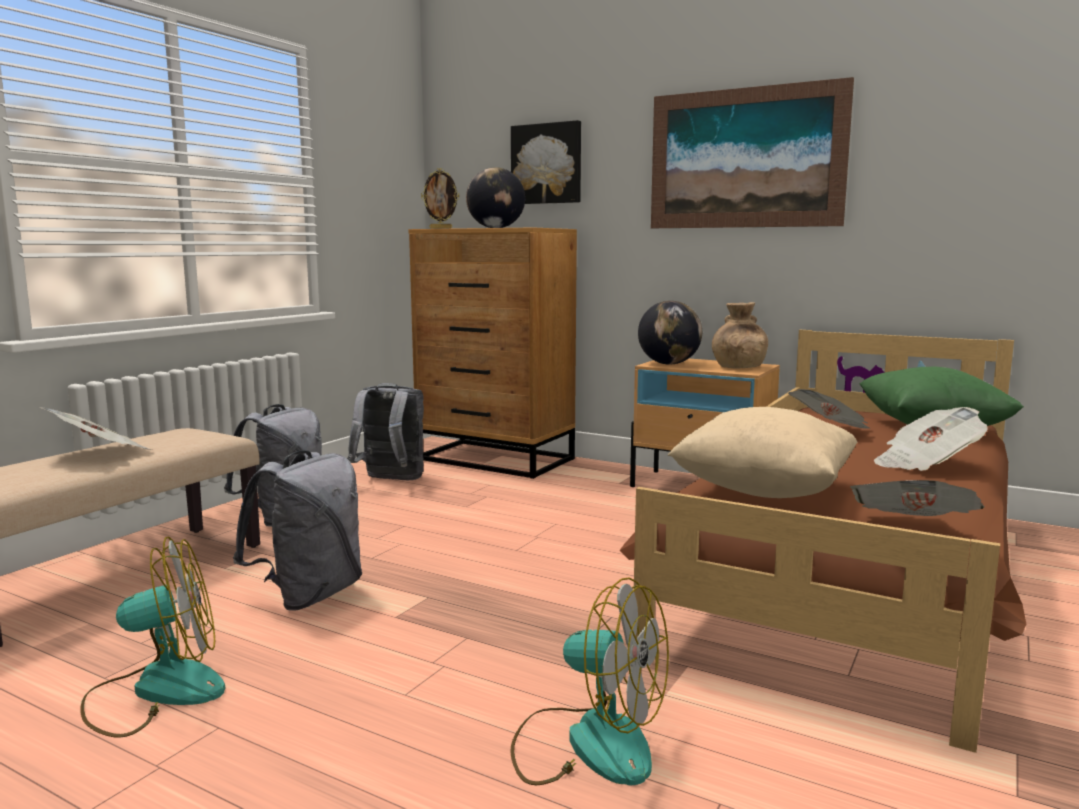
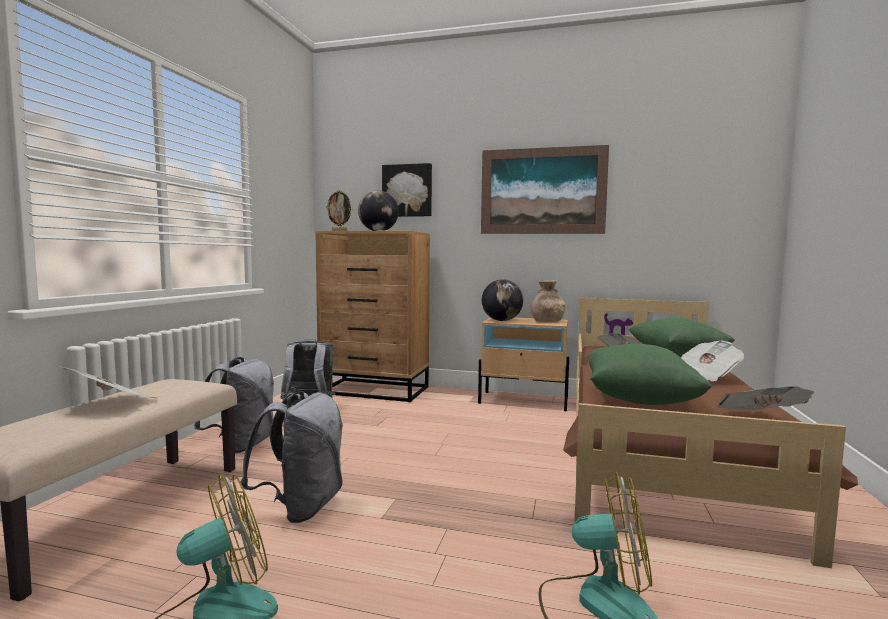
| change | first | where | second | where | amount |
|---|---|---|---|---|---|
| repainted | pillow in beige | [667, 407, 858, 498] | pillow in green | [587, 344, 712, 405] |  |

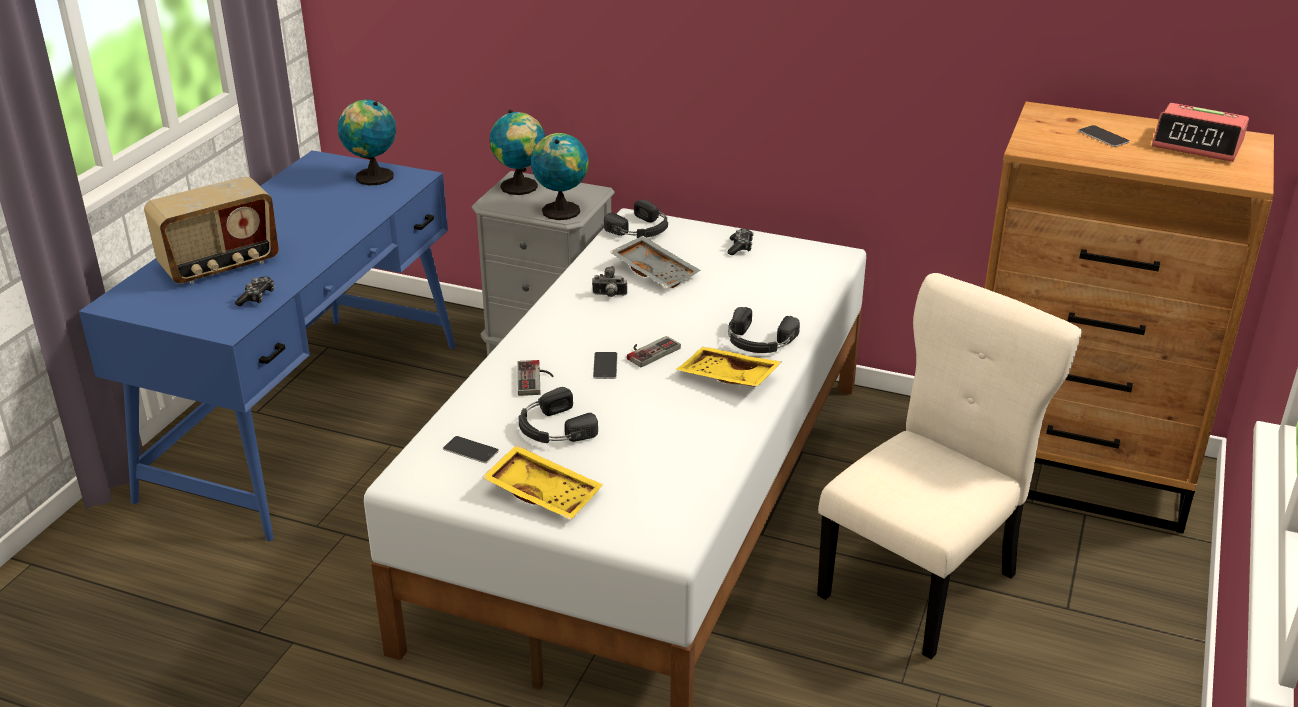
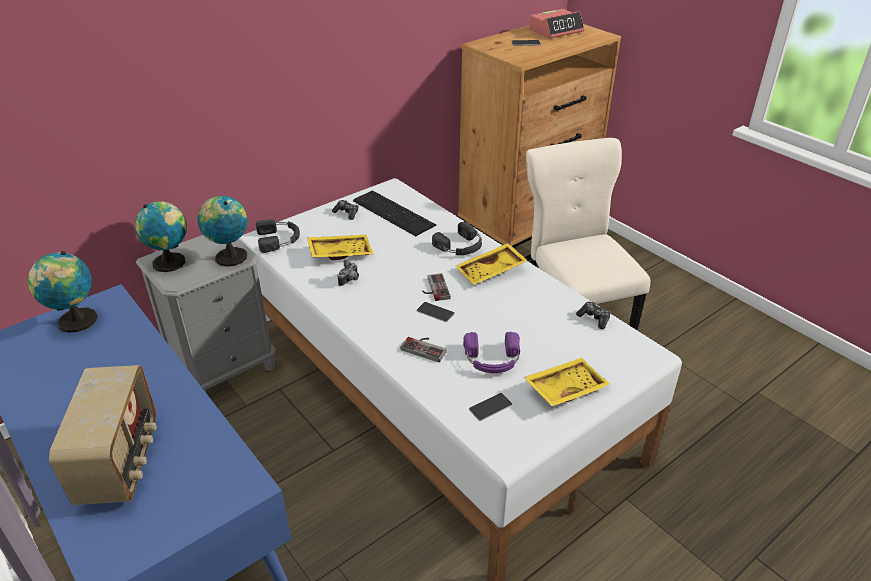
| change | first | where | second | where | amount |
|---|---|---|---|---|---|
| repainted | tray in grey | [610, 236, 701, 288] | tray in yellow | [307, 234, 373, 260] |  |
| shifted | game controller | [235, 276, 275, 306] |  | [576, 302, 611, 329] |  |
| repainted | headphones in black | [519, 387, 598, 443] | headphones in purple | [463, 332, 520, 373] |  |
| new |  |  | keyboard | [353, 191, 436, 236] |  |

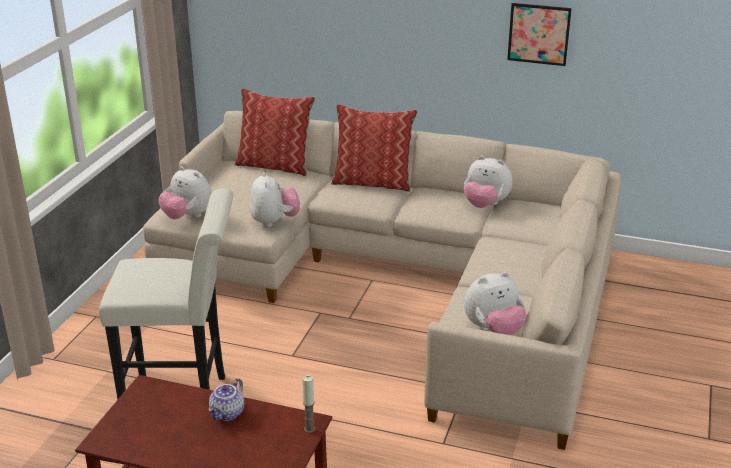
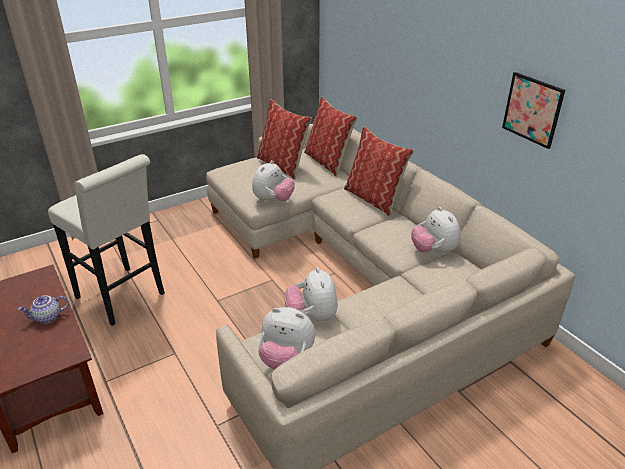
| change | first | where | second | where | amount |
|---|---|---|---|---|---|
| shifted | plush toy | [159, 166, 212, 219] |  | [285, 267, 338, 322] |  |
| gone | candle | [303, 375, 315, 433] |  |  |  |
| new |  |  | pillow | [257, 99, 312, 180] |  |

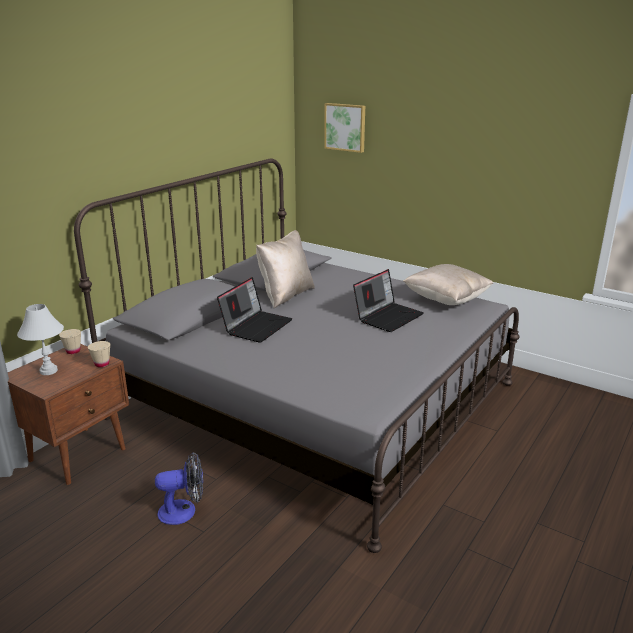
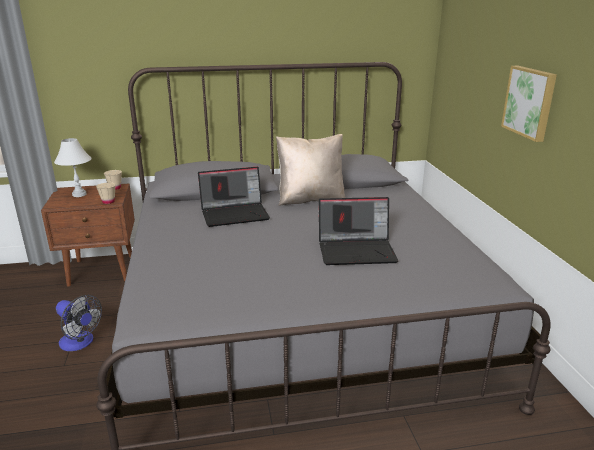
| change | first | where | second | where | amount |
|---|---|---|---|---|---|
| shifted | picture | [324, 103, 365, 153] |  | [501, 66, 557, 142] |  |
| gone | pillow in beige | [403, 264, 494, 305] |  |  |  |

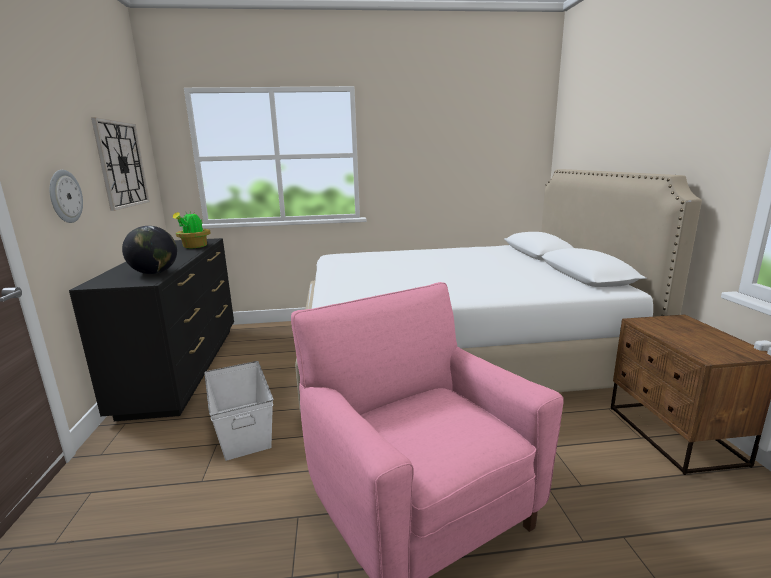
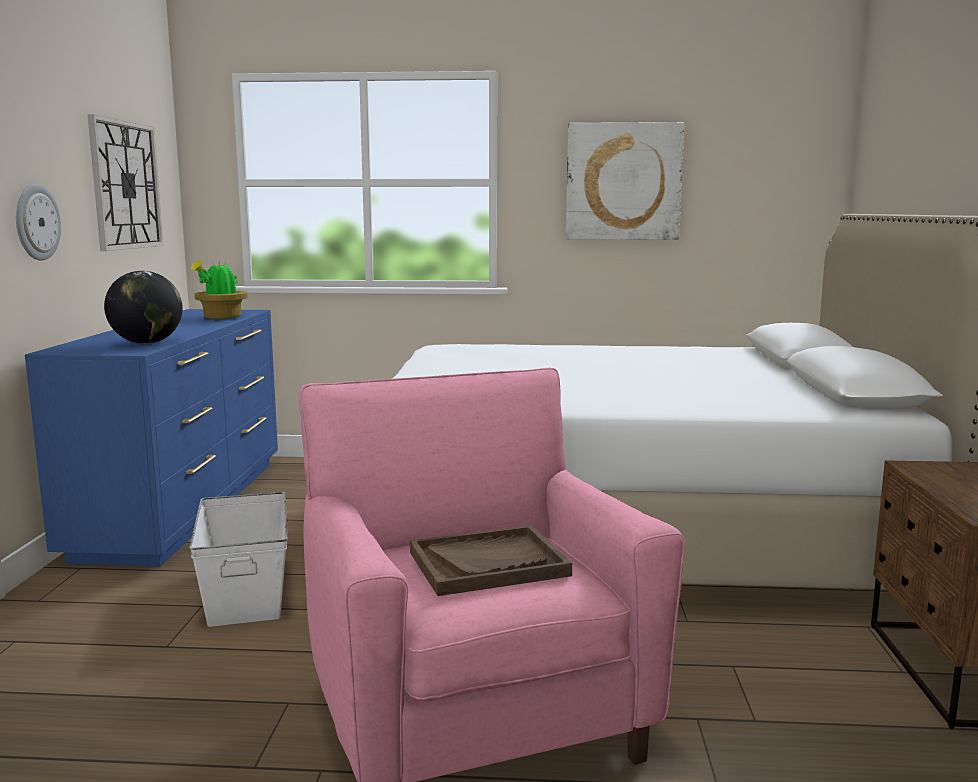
| change | first | where | second | where | amount |
|---|---|---|---|---|---|
| repainted | dresser in black | [69, 238, 234, 421] | dresser in blue | [25, 309, 278, 567] |  |
| new |  |  | picture | [566, 122, 684, 240] |  |
| new |  |  | tray in brown | [410, 525, 572, 596] |  |

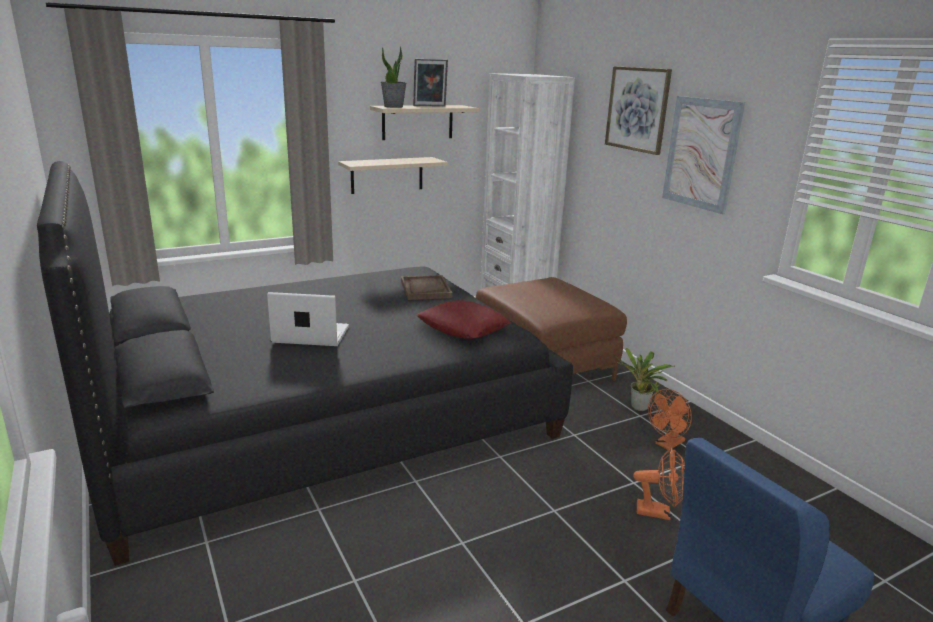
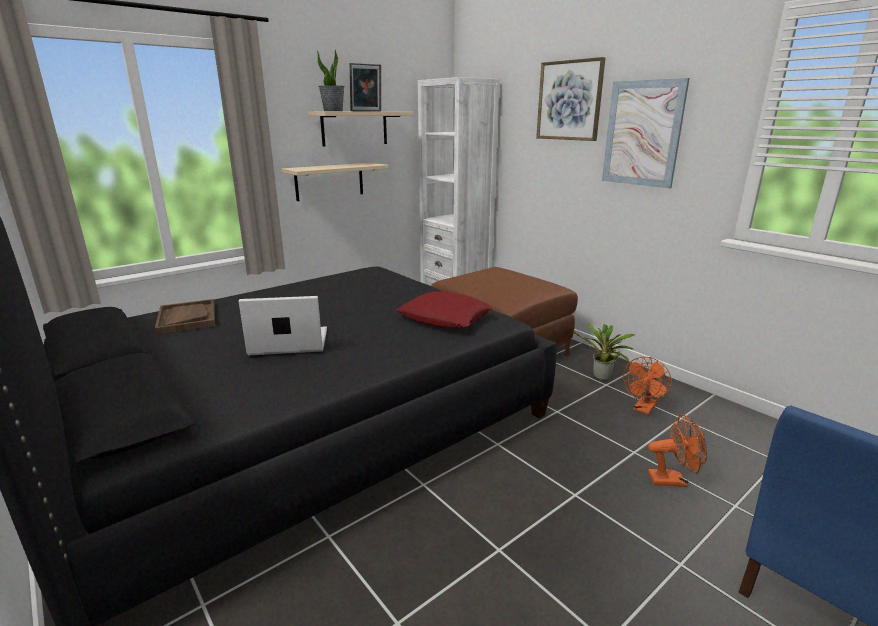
| change | first | where | second | where | amount |
|---|---|---|---|---|---|
| shifted | tray in brown | [401, 275, 452, 300] |  | [155, 299, 215, 335] |  |

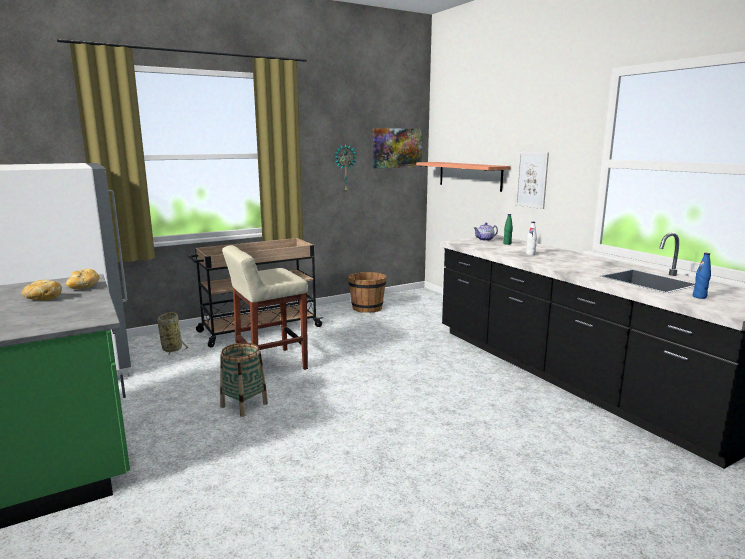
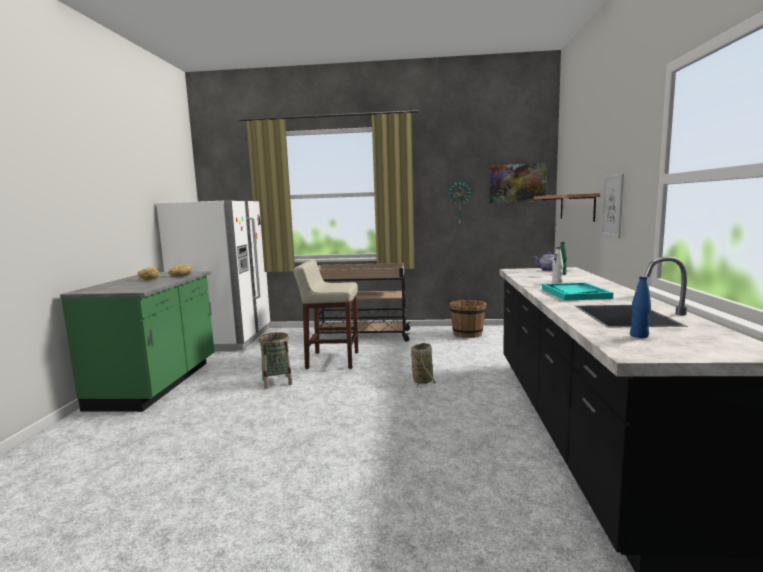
| change | first | where | second | where | amount |
|---|---|---|---|---|---|
| shifted | basket | [157, 312, 189, 356] |  | [411, 343, 437, 388] |  |
| new |  |  | tray in turquoise | [542, 282, 613, 301] |  |

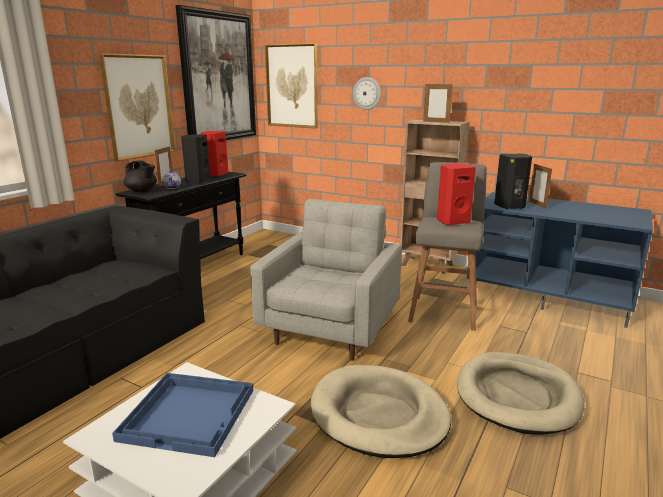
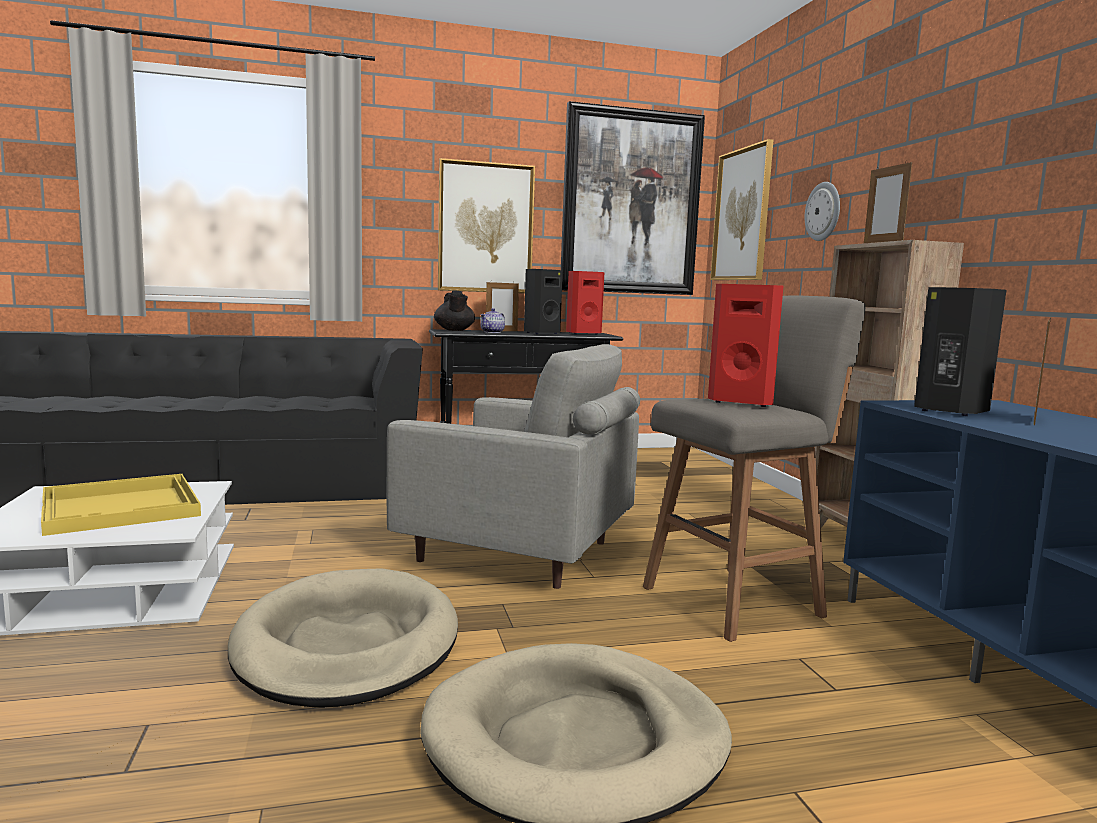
| change | first | where | second | where | amount |
|---|---|---|---|---|---|
| rotated | armchair in grey | [250, 199, 402, 361] |  | [387, 344, 640, 589] | 45 degrees clockwise |
| repainted | tray in blue | [112, 373, 253, 457] | tray in yellow | [41, 474, 201, 536] |  |

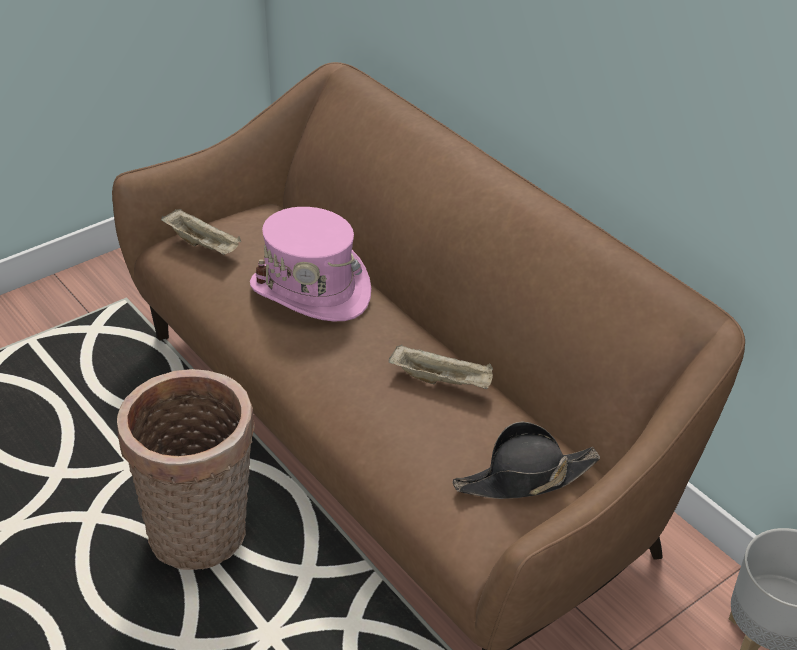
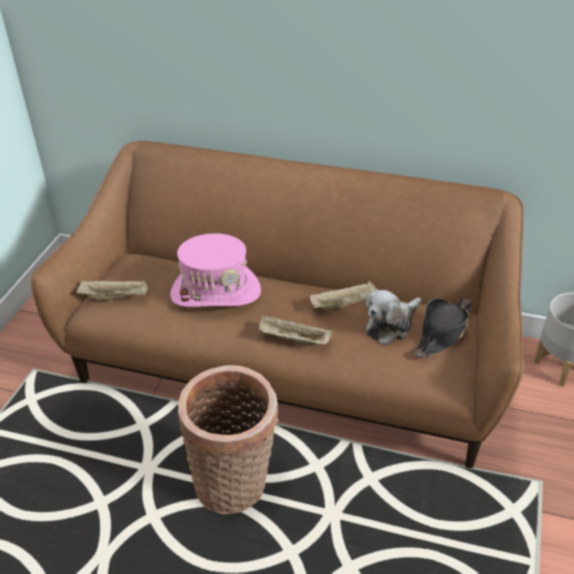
| change | first | where | second | where | amount |
|---|---|---|---|---|---|
| new |  |  | plush toy | [366, 290, 421, 345] |  |
| new |  |  | tray in beige | [258, 315, 332, 345] |  |

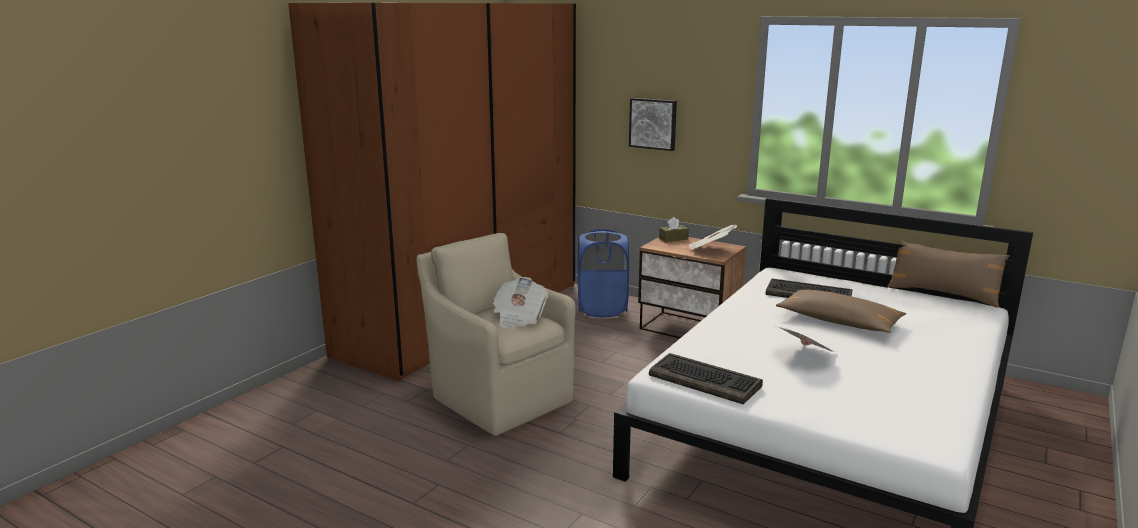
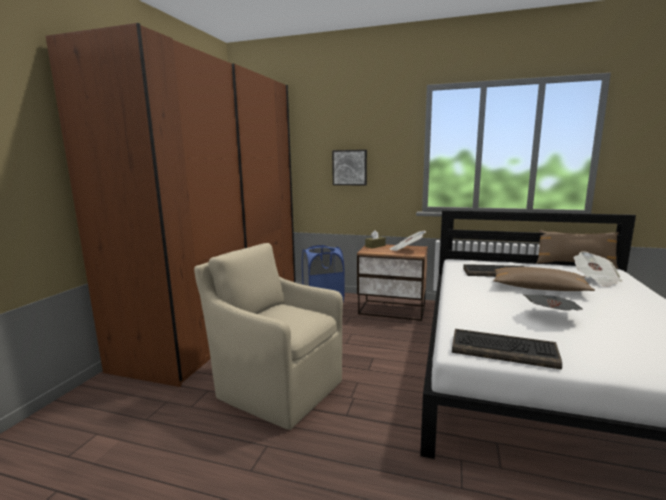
| change | first | where | second | where | amount |
|---|---|---|---|---|---|
| shifted | newspaper | [493, 277, 548, 328] |  | [574, 251, 622, 287] |  |

